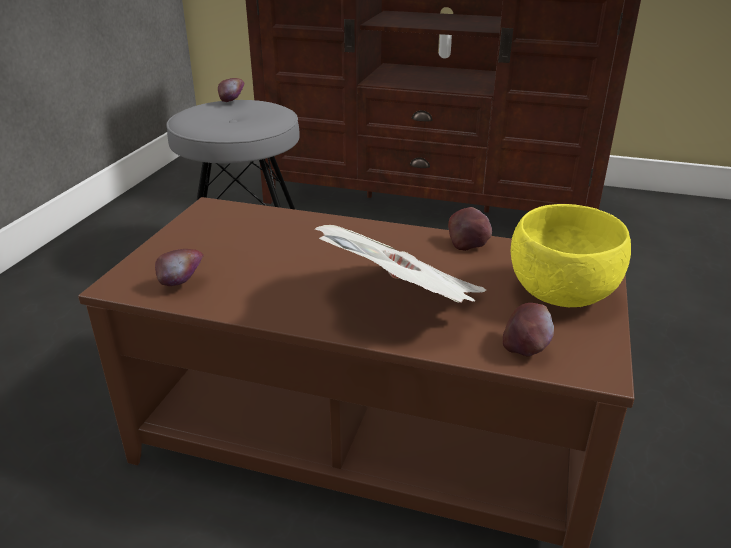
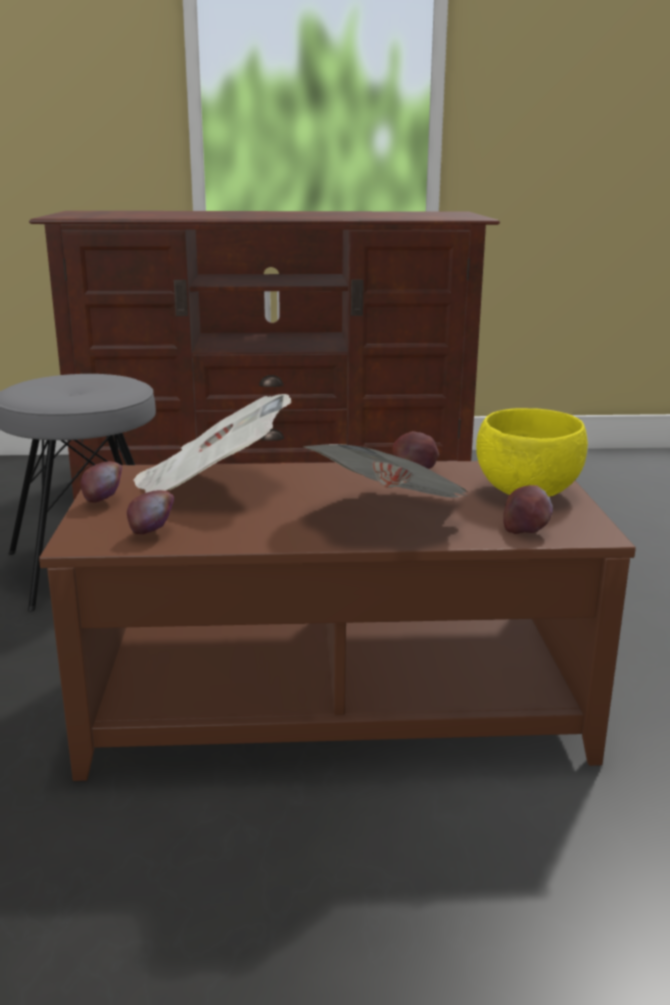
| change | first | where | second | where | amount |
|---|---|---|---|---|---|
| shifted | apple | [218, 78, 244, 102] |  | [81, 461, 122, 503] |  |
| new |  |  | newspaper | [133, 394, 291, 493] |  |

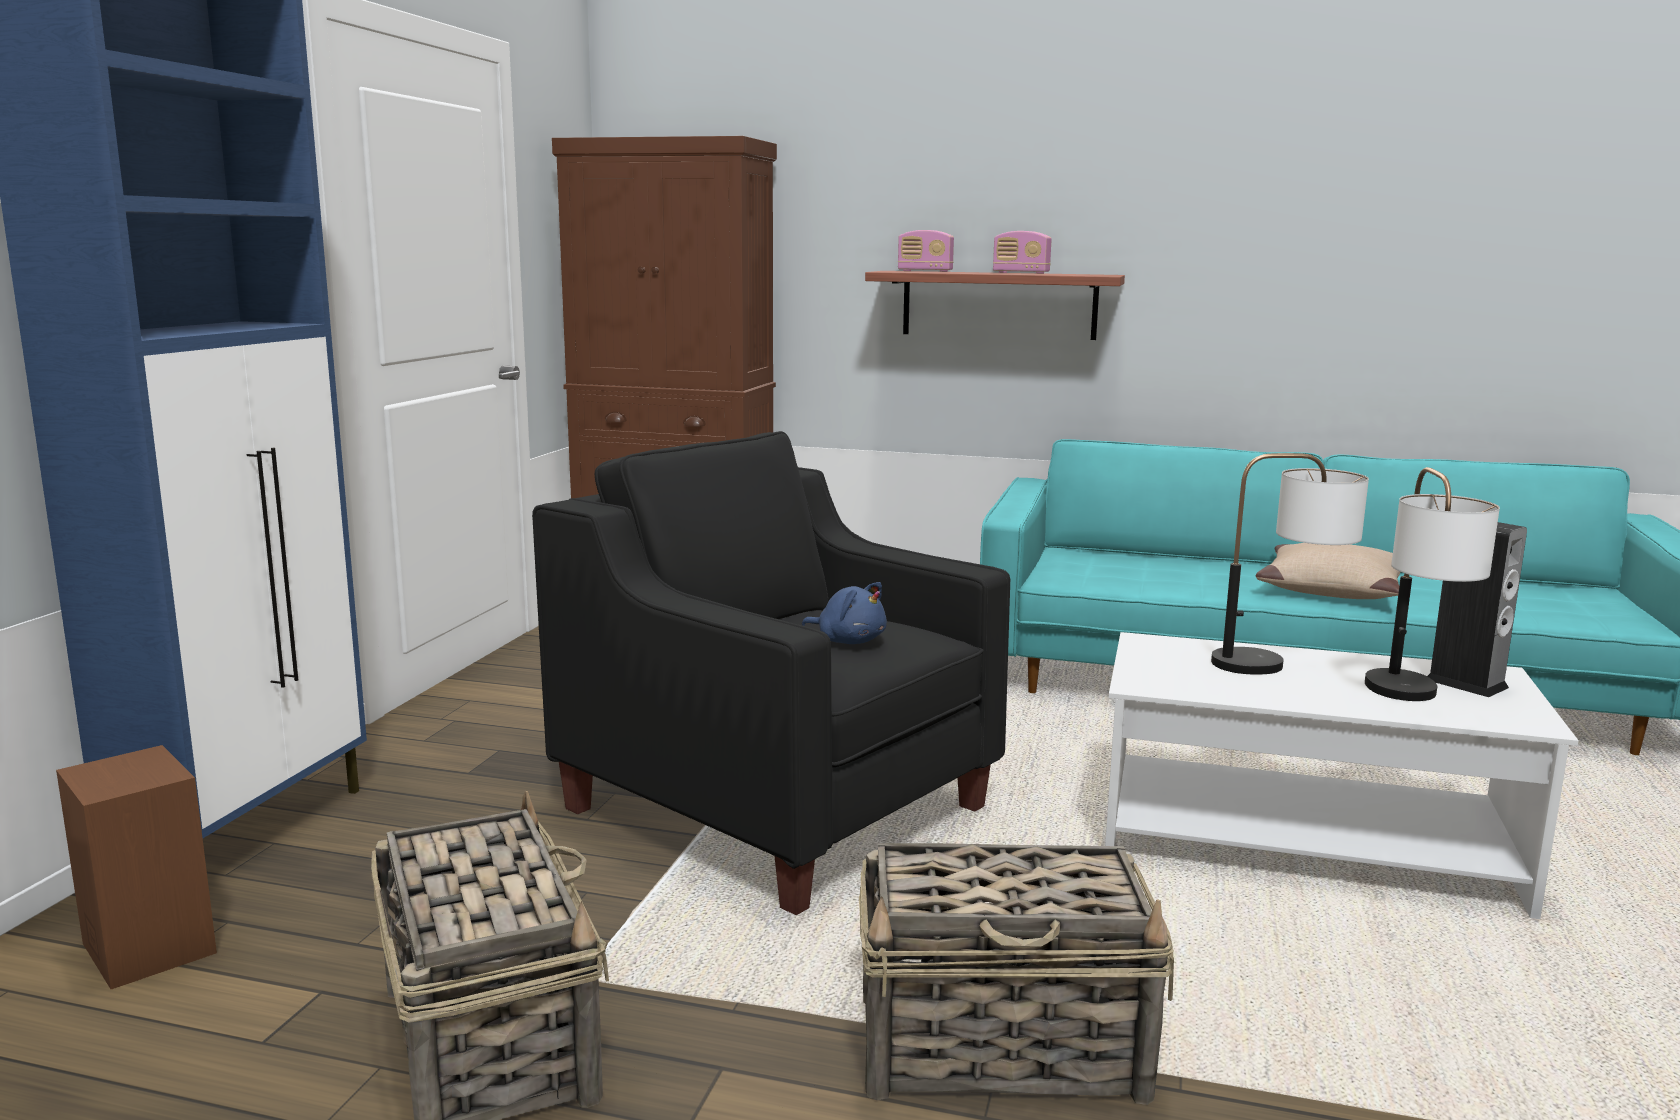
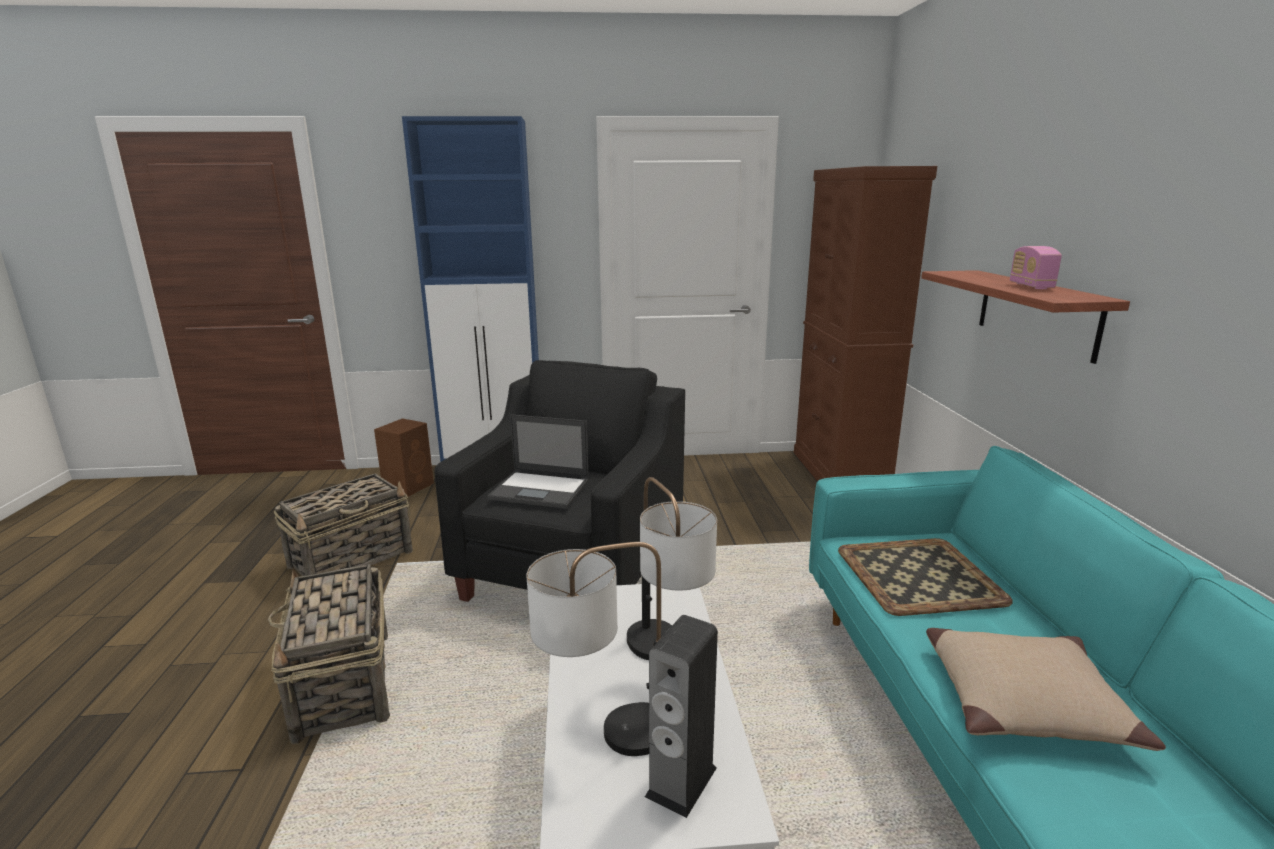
| change | first | where | second | where | amount |
|---|---|---|---|---|---|
| gone | radio | [898, 230, 954, 272] |  |  |  |
| swapped | plush toy in blue | [802, 582, 887, 644] | laptop | [487, 414, 589, 508] |  |
| new |  |  | tray | [838, 538, 1013, 616] |  |

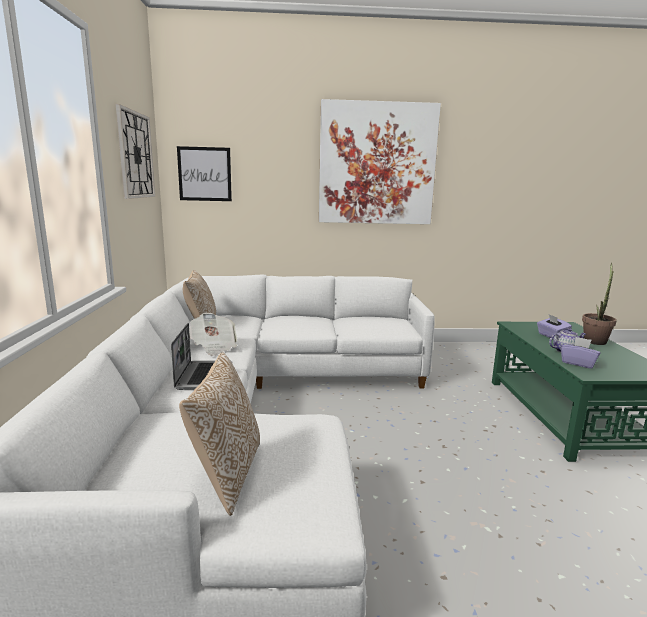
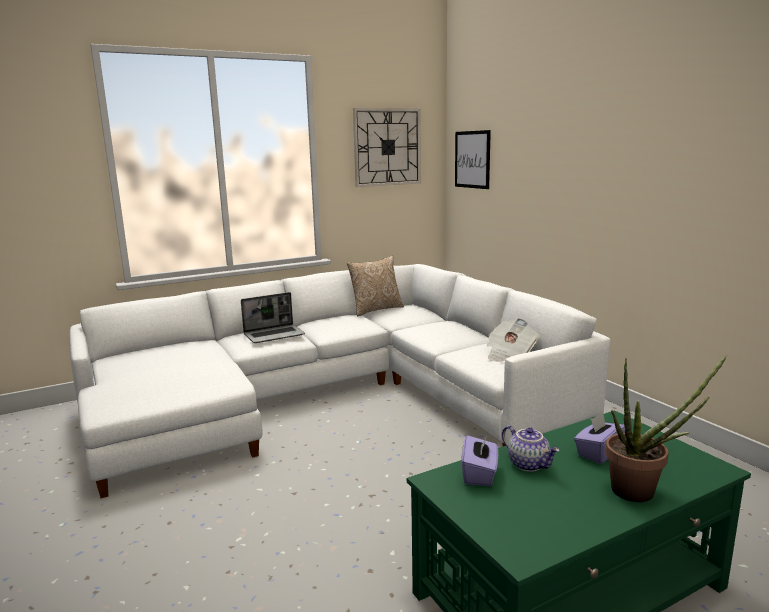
| change | first | where | second | where | amount |
|---|---|---|---|---|---|
| gone | picture | [319, 99, 441, 224] |  |  |  |
| shifted | newspaper | [189, 313, 237, 356] |  | [487, 318, 540, 362] |  |
| gone | pillow | [179, 352, 260, 516] |  |  |  |

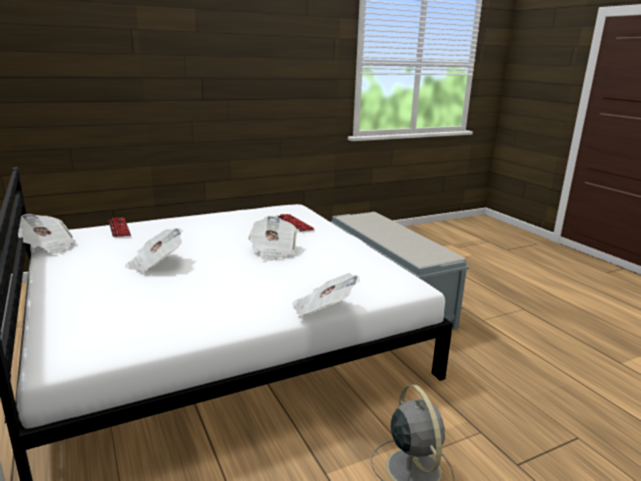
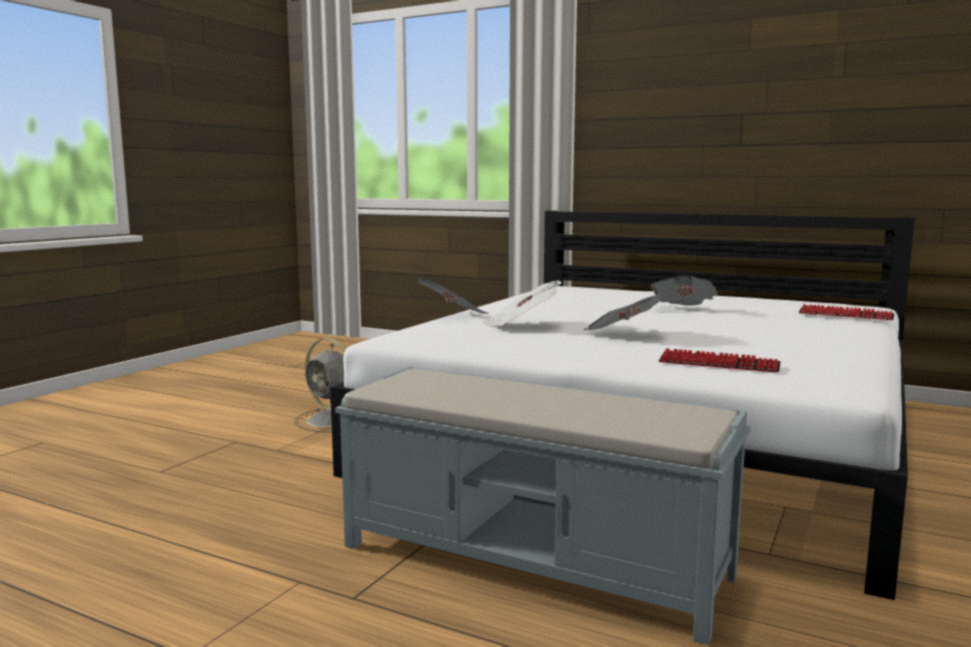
| change | first | where | second | where | amount |
|---|---|---|---|---|---|
| shifted | newspaper | [18, 214, 76, 254] |  | [483, 280, 562, 326] |  |

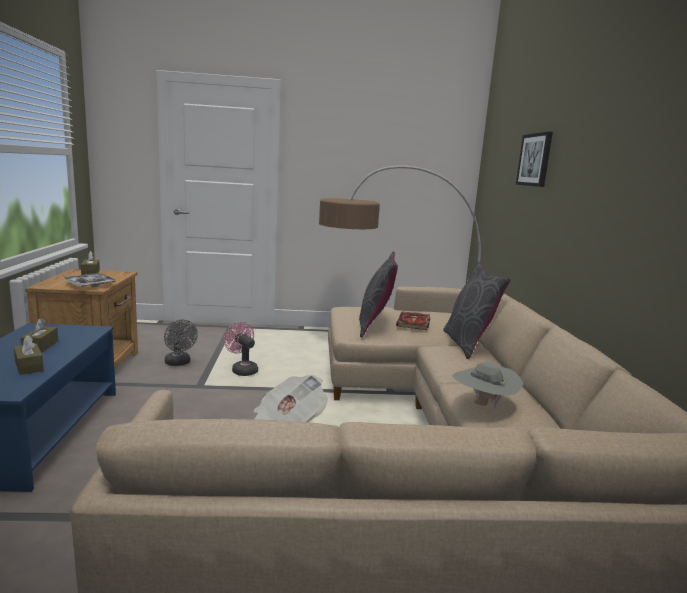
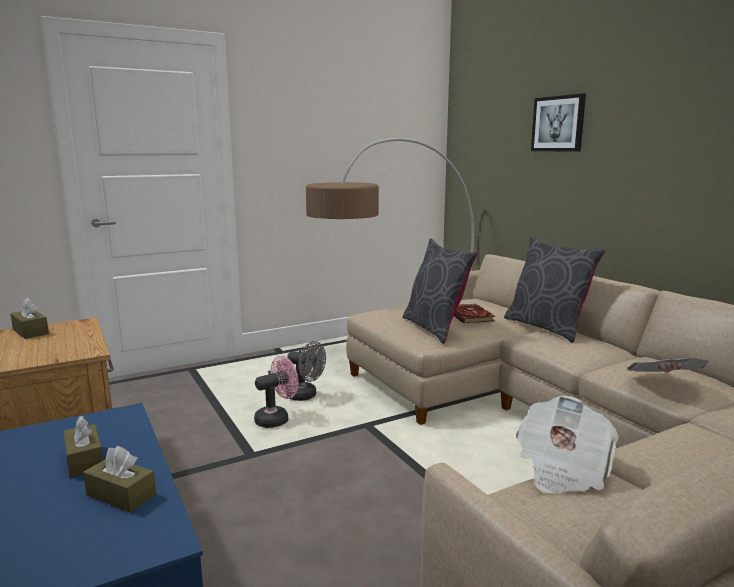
| change | first | where | second | where | amount |
|---|---|---|---|---|---|
| gone | tray | [62, 273, 117, 287] |  |  |  |
| shifted | fan in grey | [164, 320, 198, 366] |  | [286, 341, 326, 401] |  |
| rotated | fan in pink | [224, 321, 258, 376] |  | [254, 356, 299, 428] | 120 degrees clockwise |
| swapped | hat in grey | [452, 362, 523, 408] | newspaper | [627, 358, 709, 373] |  |

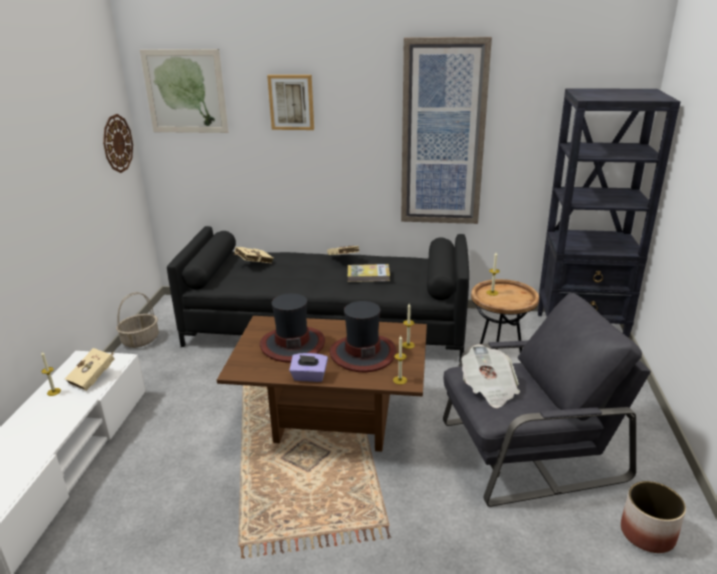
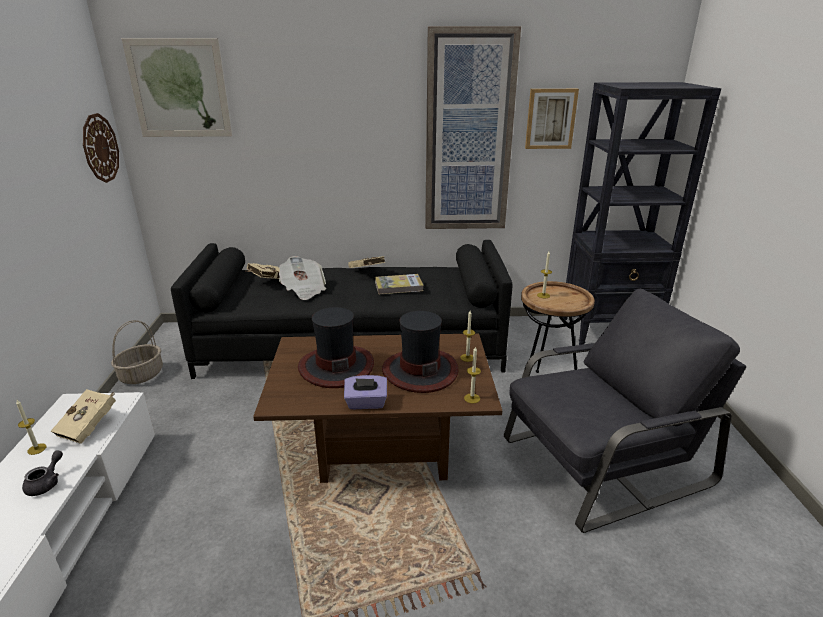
| change | first | where | second | where | amount |
|---|---|---|---|---|---|
| shifted | picture | [267, 75, 314, 130] |  | [525, 89, 579, 149] |  |
| shifted | newspaper | [461, 344, 520, 408] |  | [279, 256, 326, 300] |  |
| gone | planter | [621, 481, 686, 553] |  |  |  |
| new |  |  | teapot in grey | [22, 450, 63, 496] |  |

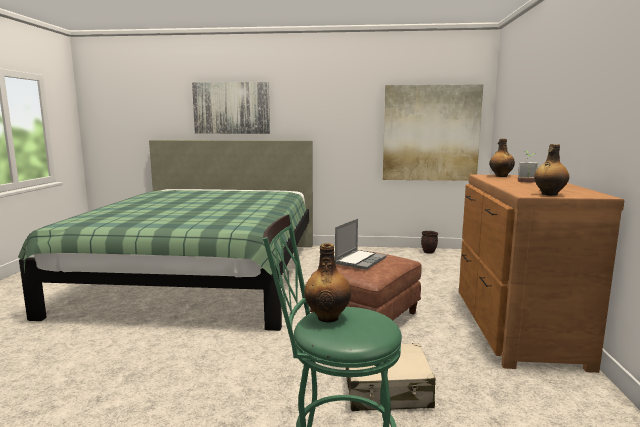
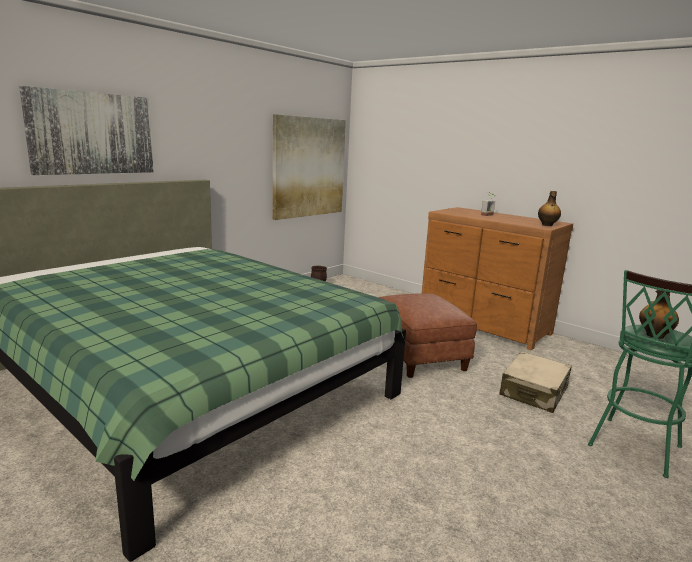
| change | first | where | second | where | amount |
|---|---|---|---|---|---|
| gone | bottle | [489, 138, 515, 177] |  |  |  |
| gone | laptop | [335, 219, 387, 270] |  |  |  |

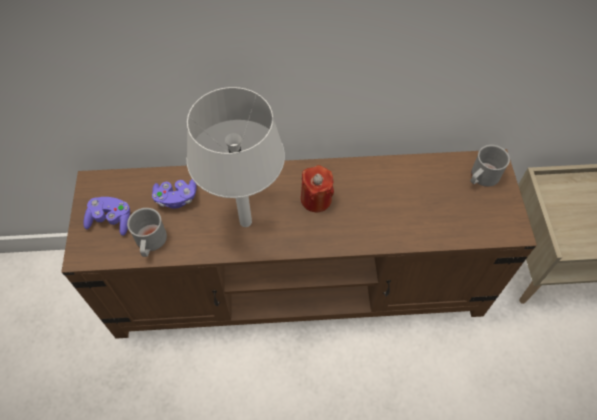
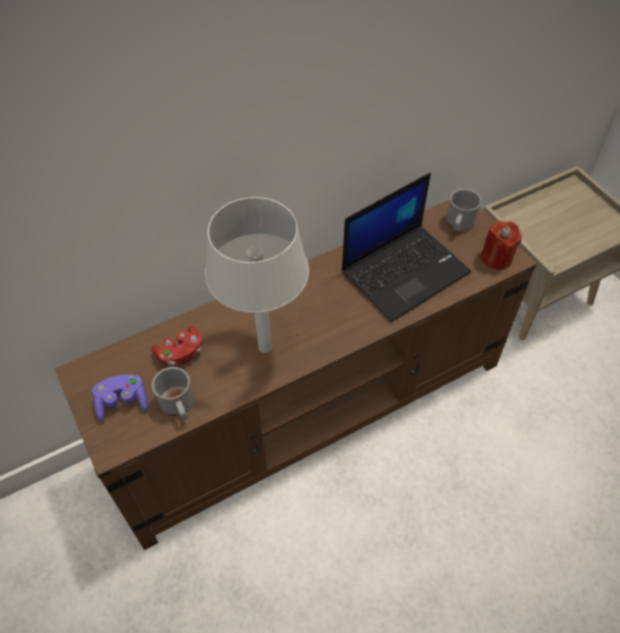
| change | first | where | second | where | amount |
|---|---|---|---|---|---|
| shifted | candle in red | [301, 165, 334, 212] |  | [480, 221, 522, 270] |  |
| repainted | game controller in purple | [152, 179, 197, 208] | game controller in red | [152, 326, 203, 366] |  |
| new |  |  | laptop | [342, 173, 471, 322] |  |

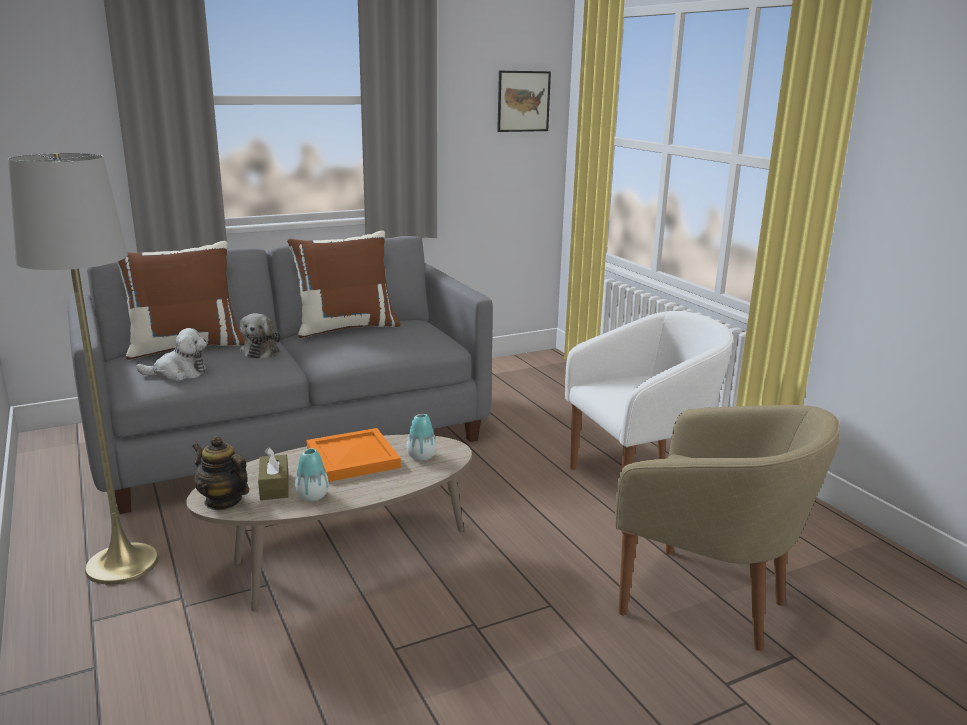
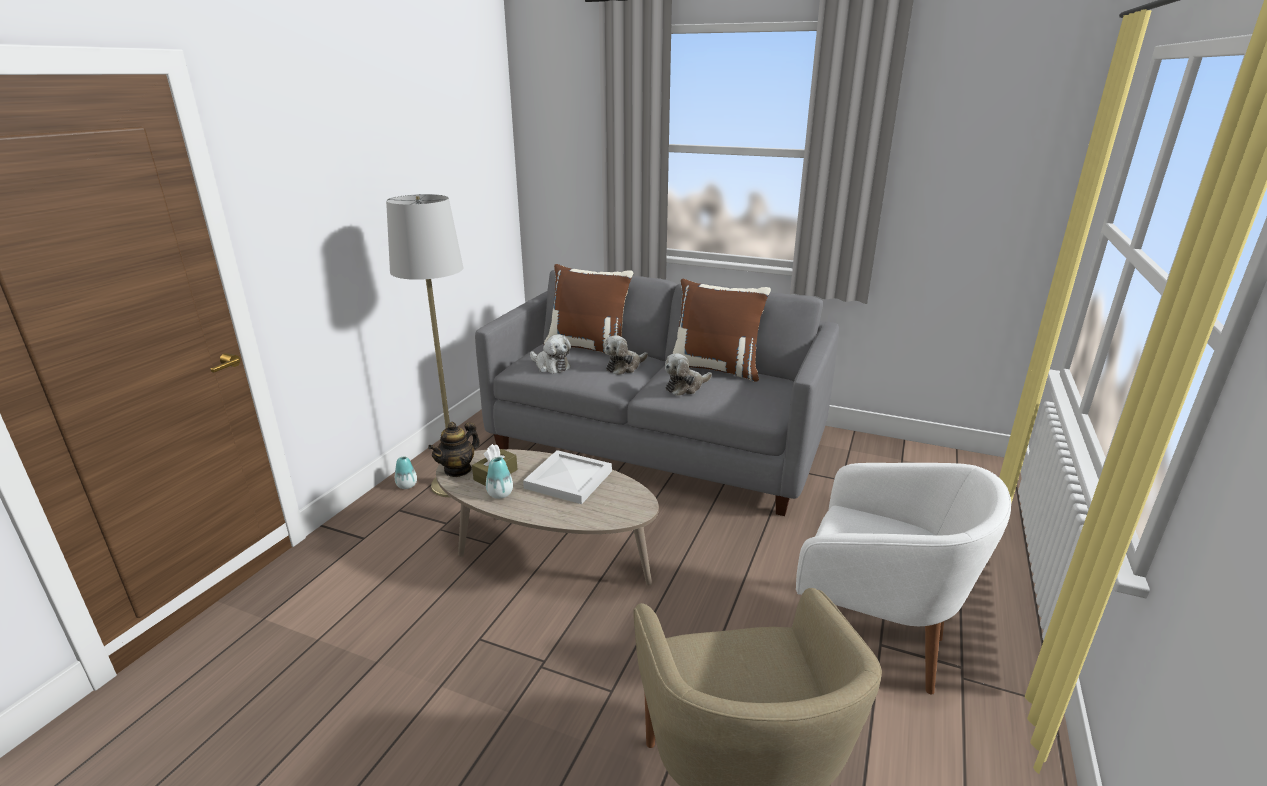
| change | first | where | second | where | amount |
|---|---|---|---|---|---|
| gone | picture | [497, 71, 551, 132] |  |  |  |
| shifted | vase | [407, 414, 436, 461] |  | [395, 457, 417, 489] |  |
| repainted | tray in orange | [307, 428, 401, 482] | tray in white | [523, 450, 612, 504] |  |
| rotated | teapot | [192, 436, 249, 510] |  | [428, 422, 480, 477] | 135 degrees counterclockwise |
| new |  |  | plush toy | [665, 353, 712, 396] |  |

